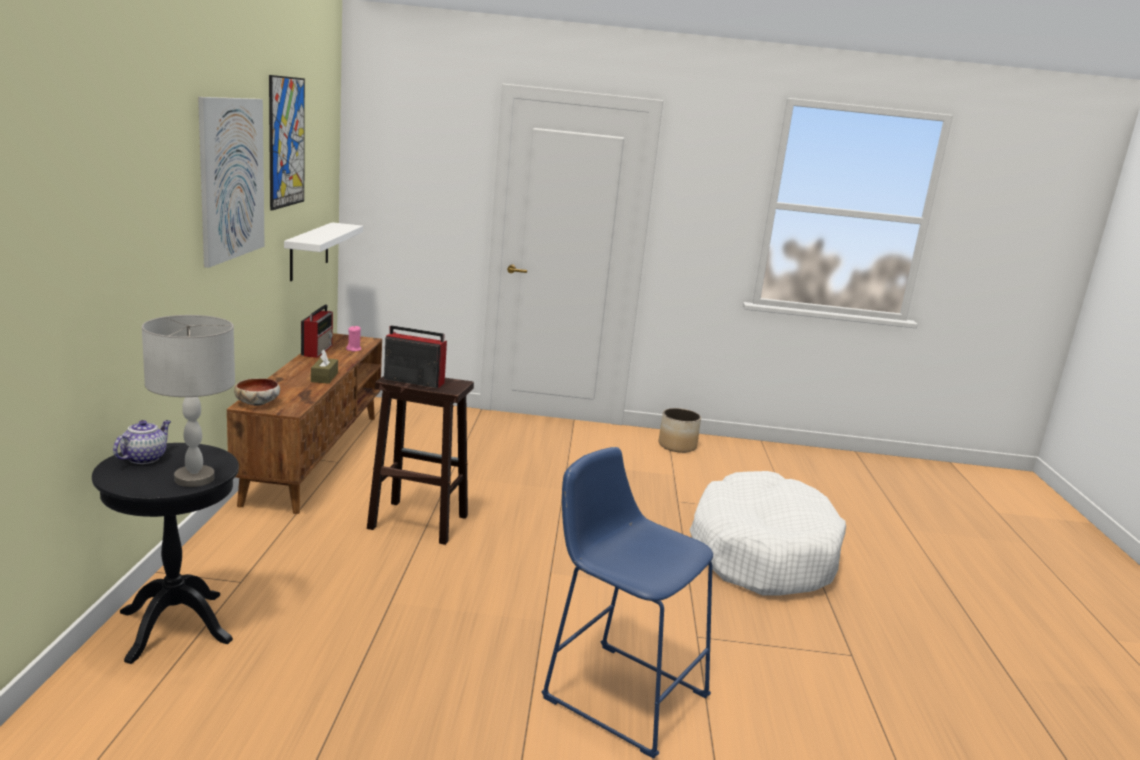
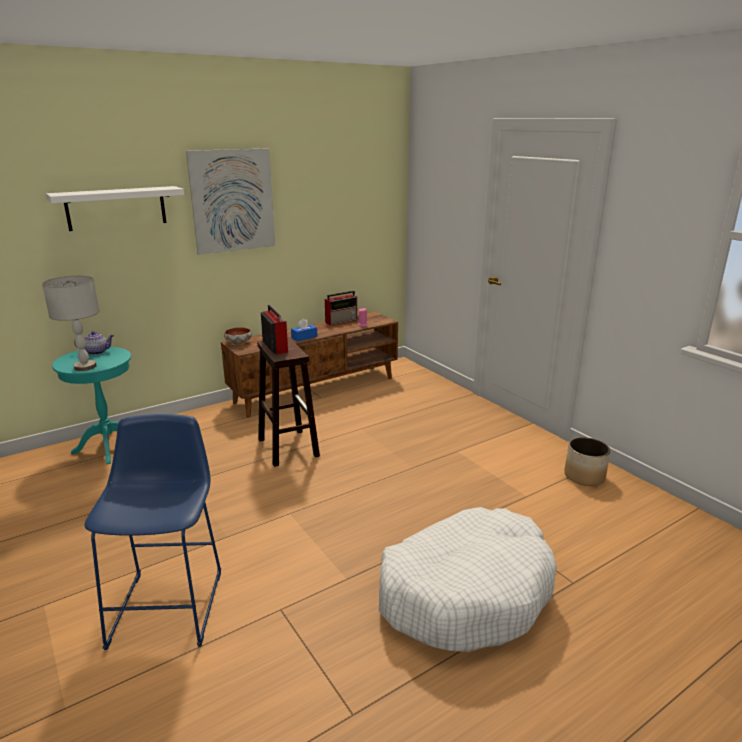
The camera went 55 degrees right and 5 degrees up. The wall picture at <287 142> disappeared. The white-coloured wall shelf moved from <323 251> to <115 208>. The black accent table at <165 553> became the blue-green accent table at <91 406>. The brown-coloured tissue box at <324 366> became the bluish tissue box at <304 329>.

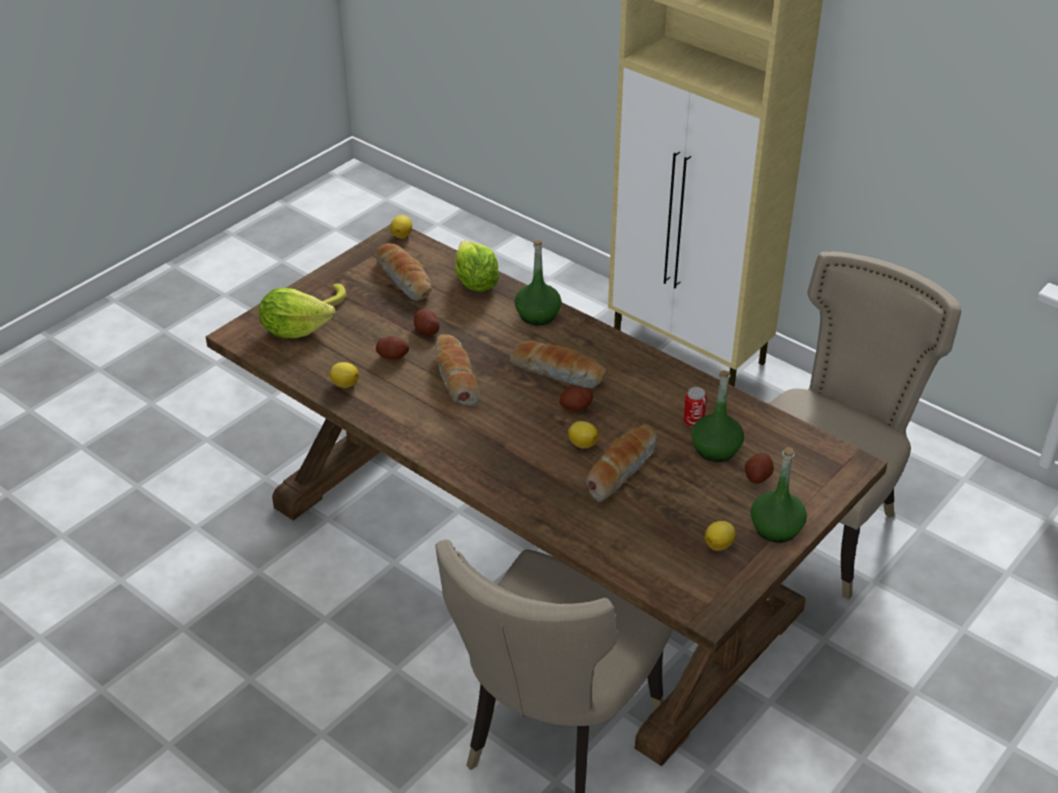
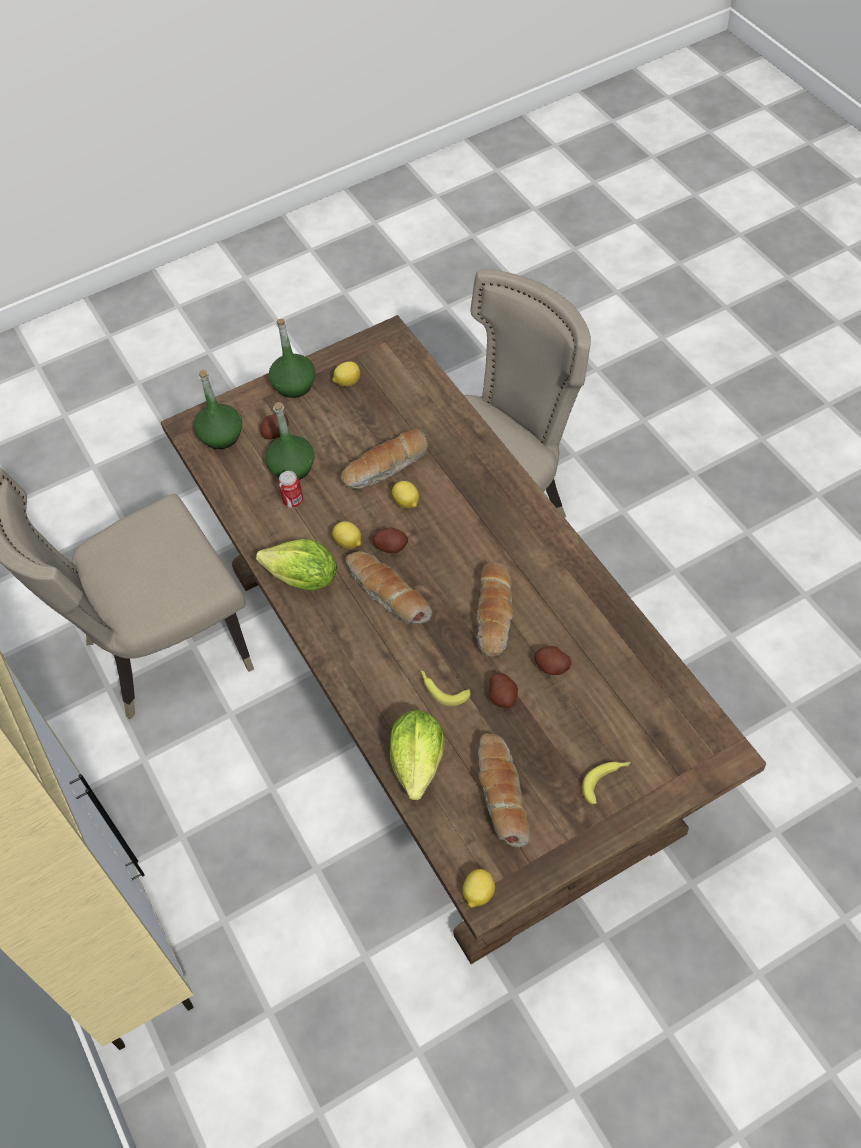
The camera went 155 degrees left and 15 degrees up. The banana fruit at <445 688> appeared. The head of lettuce moved from <297 313> to <296 565>. The lemon moved from <344 375> to <346 535>. The green-coloured beverage bottle moved from <537 283> to <218 409>.

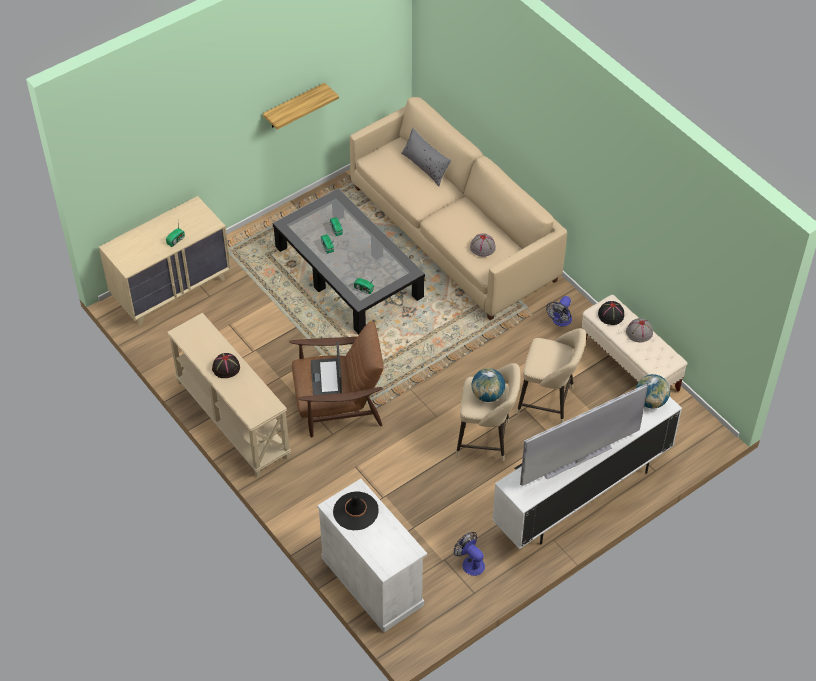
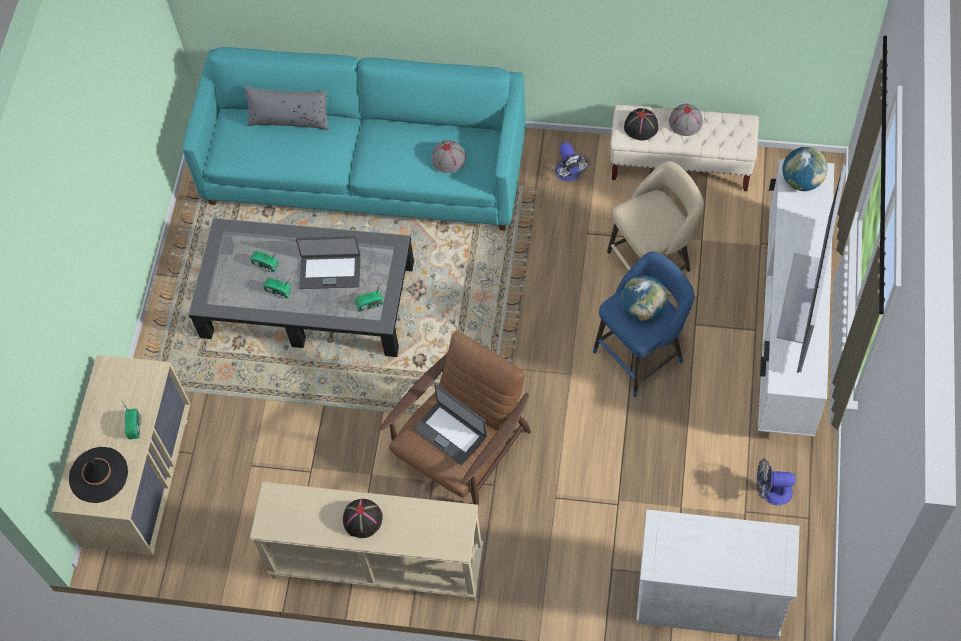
The camera went 40 degrees left and 10 degrees up. The wall shelf at <301 106> disappeared. The portable computer at <328 262> appeared. The black wearable hat moved from <356 511> to <98 475>. The sand-coloured settee at <458 209> became the blue-green settee at <354 138>. The sand-coloured stool at <488 412> became the bluish stool at <644 324>.

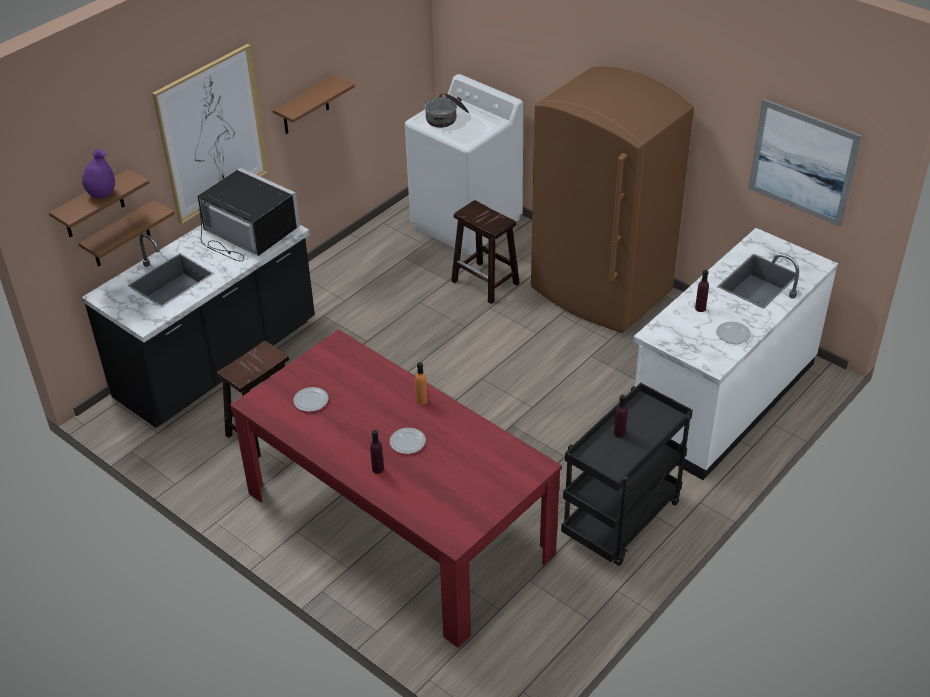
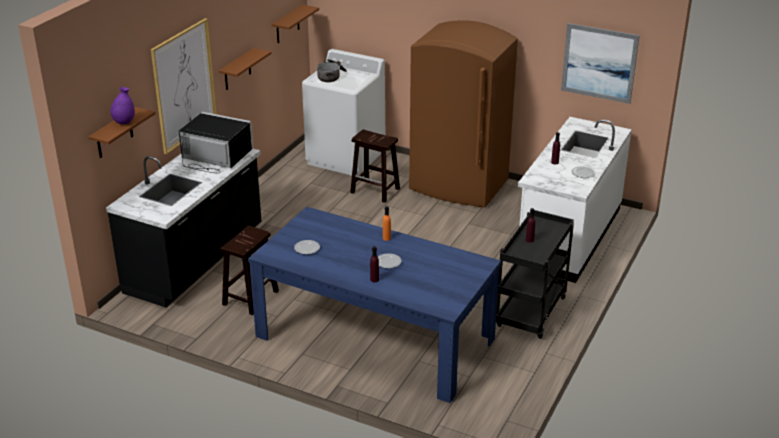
The camera went 15 degrees left and 10 degrees down. The brown-coloured wall shelf moved from <126 233> to <295 24>. The reddish dining table at <396 488> became the bluish dining table at <374 305>.

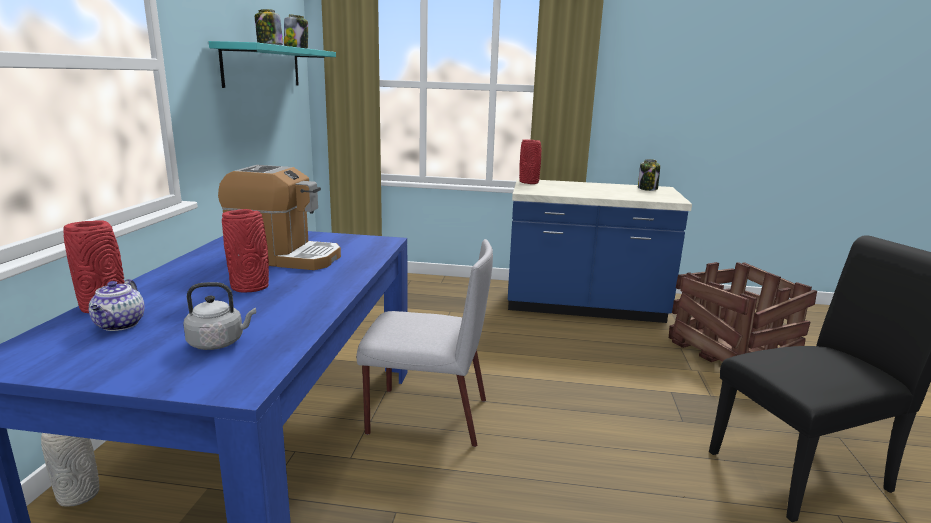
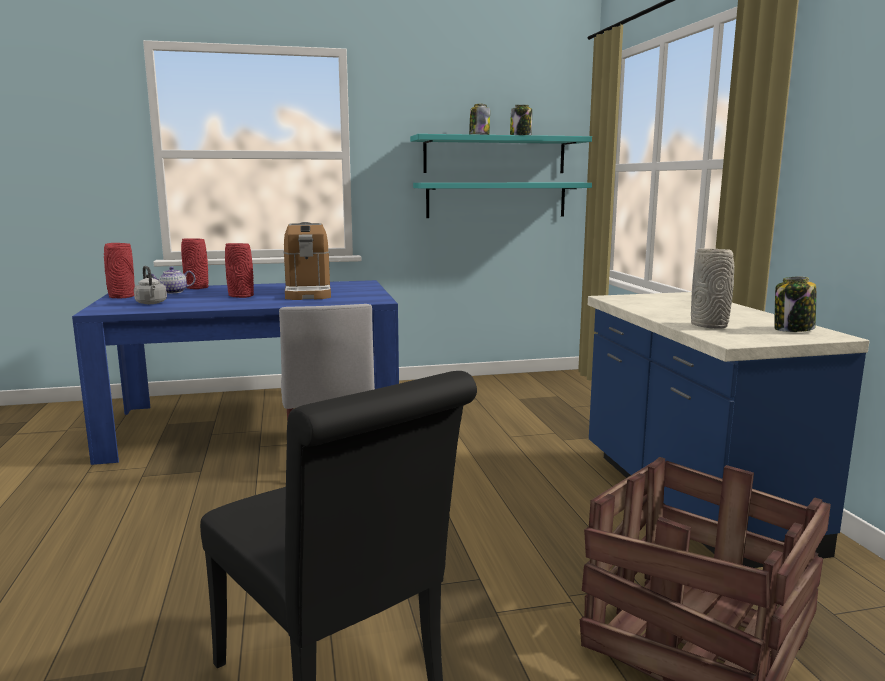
The camera went 70 degrees right and 5 degrees down. The blue-green wall shelf at <502 200> appeared. The gray decorative vase moved from <70 470> to <712 288>. The reddish decorative vase moved from <530 161> to <119 271>.

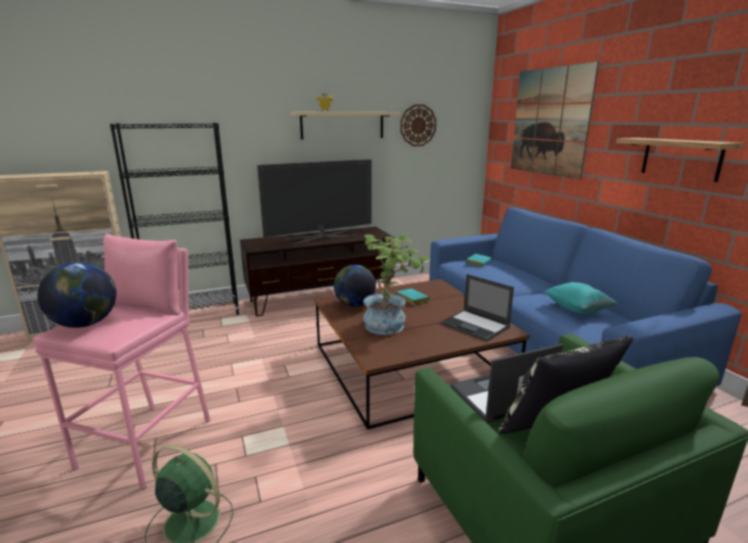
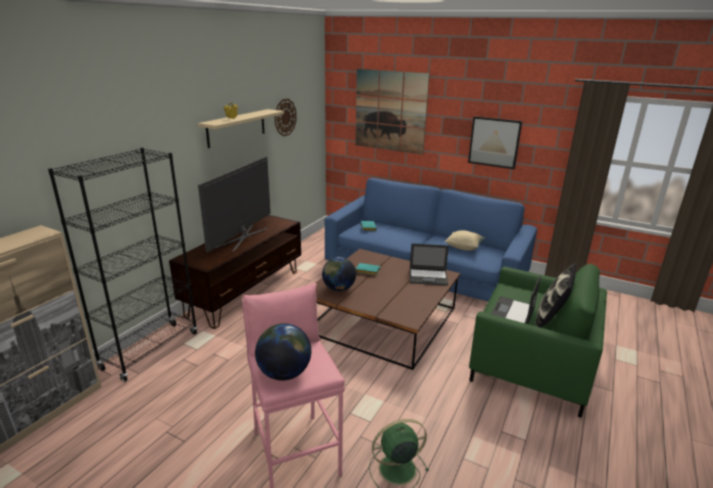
The camera went 40 degrees left and 5 degrees up. The houseplant at <397 284> disappeared. The wall shelf at <680 160> was replaced by the wall picture at <495 142>. The blue-green cushion at <581 298> became the sand-coloured cushion at <465 240>.

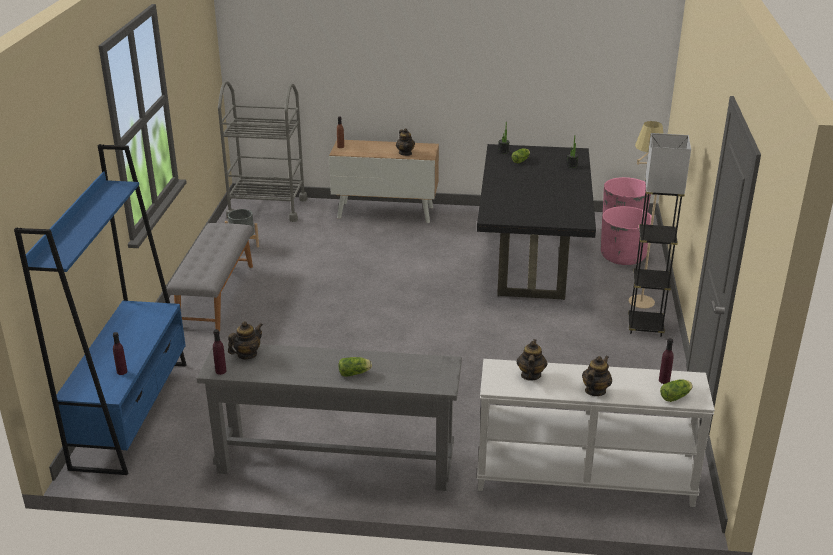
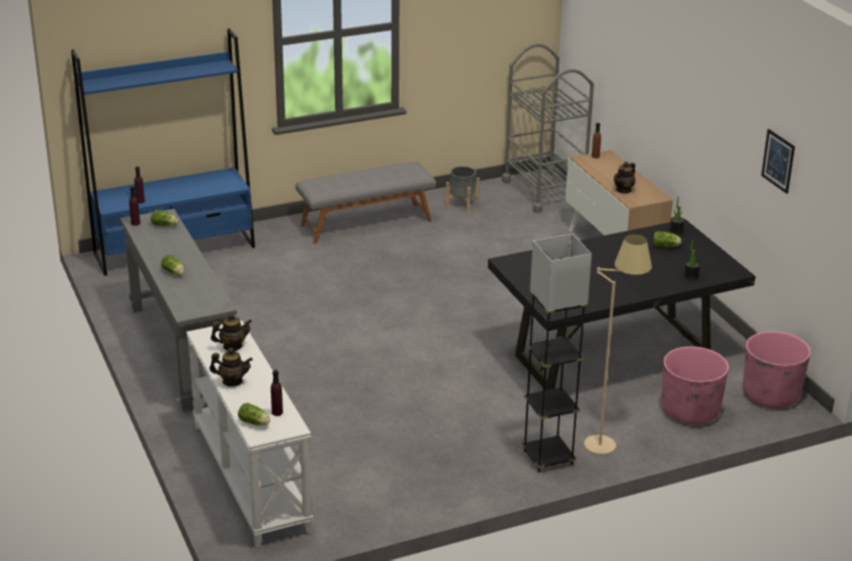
The camera went 60 degrees right and 0 degrees up. The wall picture at <778 161> appeared. The tea pot at <245 340> was replaced by the head of lettuce at <164 218>.

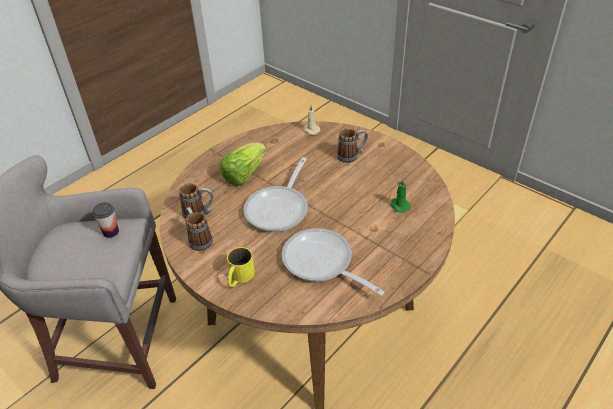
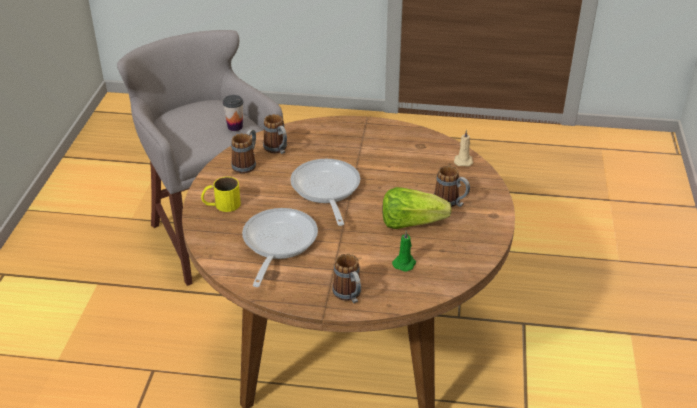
The camera went 55 degrees right and 5 degrees down. The mug at <346 278> appeared. The head of lettuce moved from <243 164> to <417 208>. The frying pan at <276 194> turned 90 degrees clockwise.

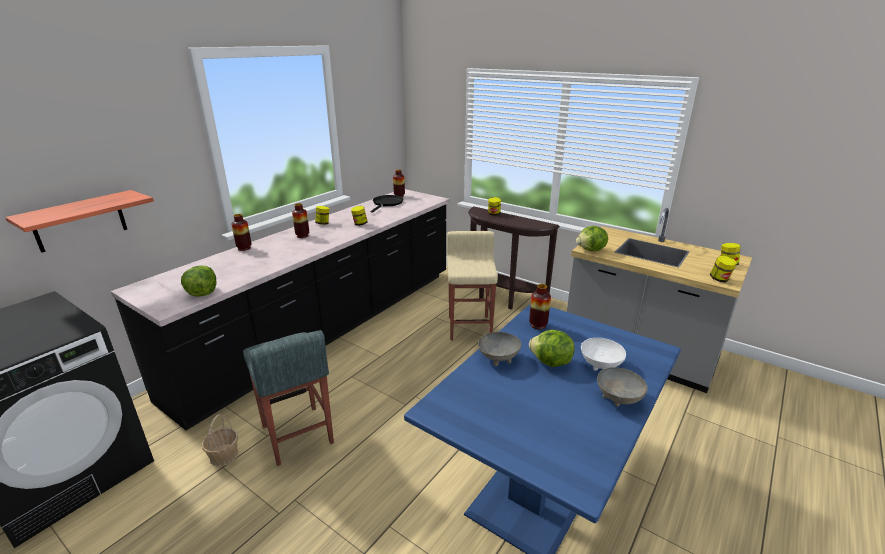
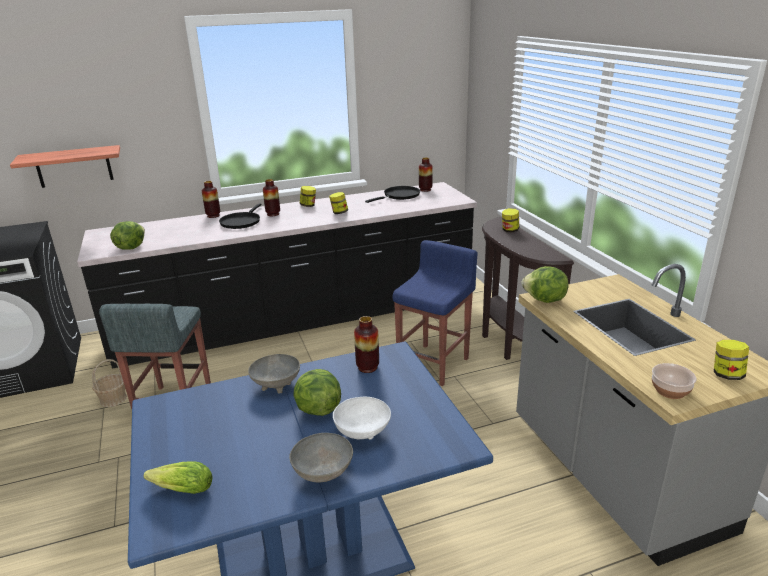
The camera went 35 degrees right and 0 degrees up. The head of lettuce at <178 477> appeared. The black frying pan at <240 216> appeared. The jar at <723 269> was replaced by the serving bowl at <674 381>. The sand-coloured stool at <472 285> became the bluish stool at <435 313>.

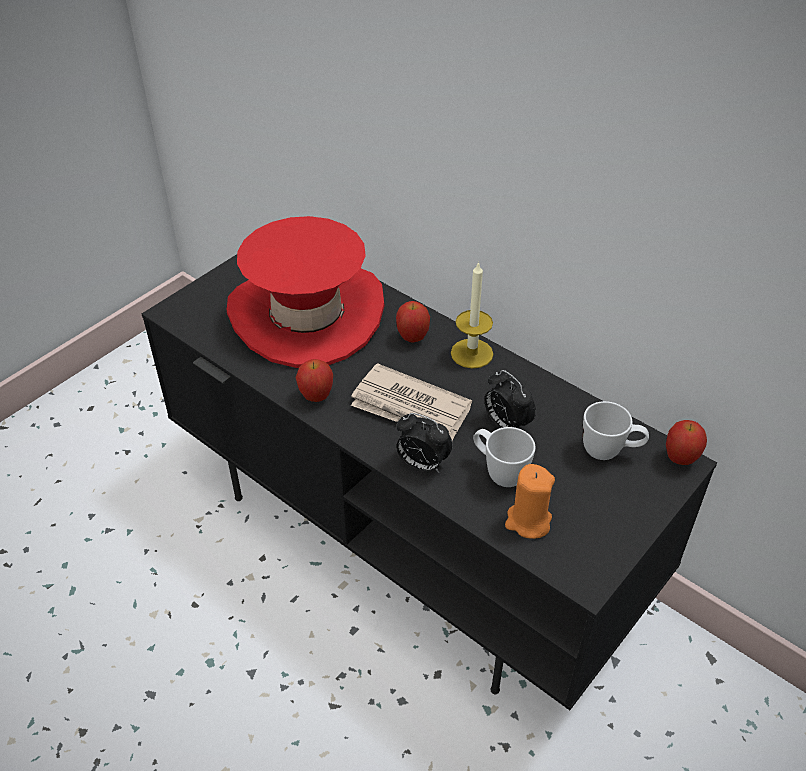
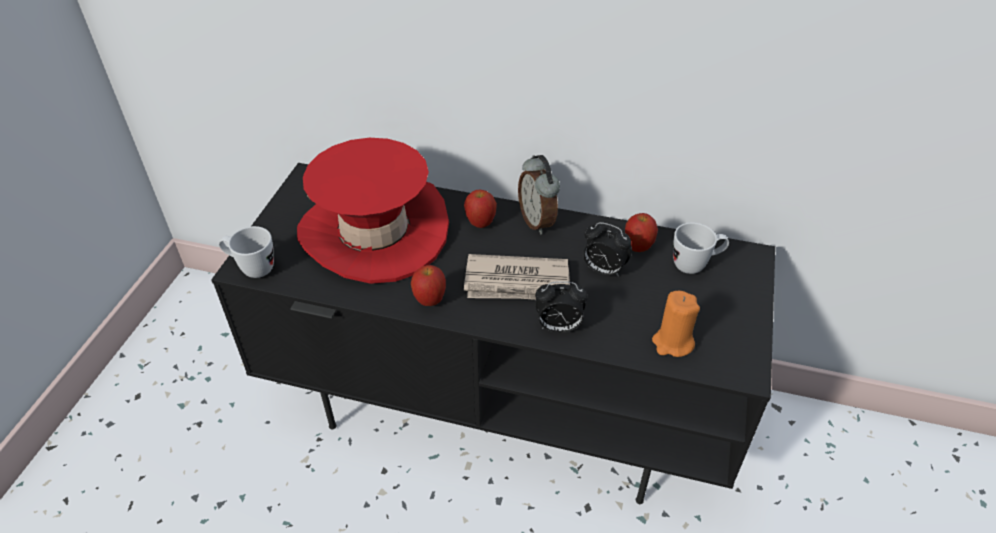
The camera went 25 degrees left and 0 degrees up. The white-coloured mug moved from <504 457> to <246 252>. The whole apple moved from <686 442> to <641 232>. The wax candle at <472 314> was replaced by the table clock at <539 194>.

